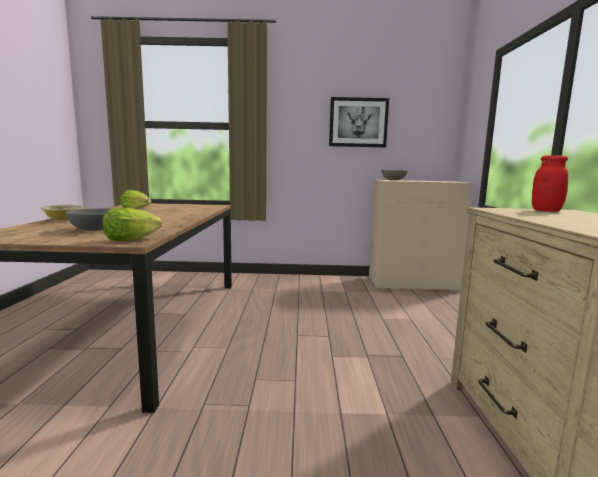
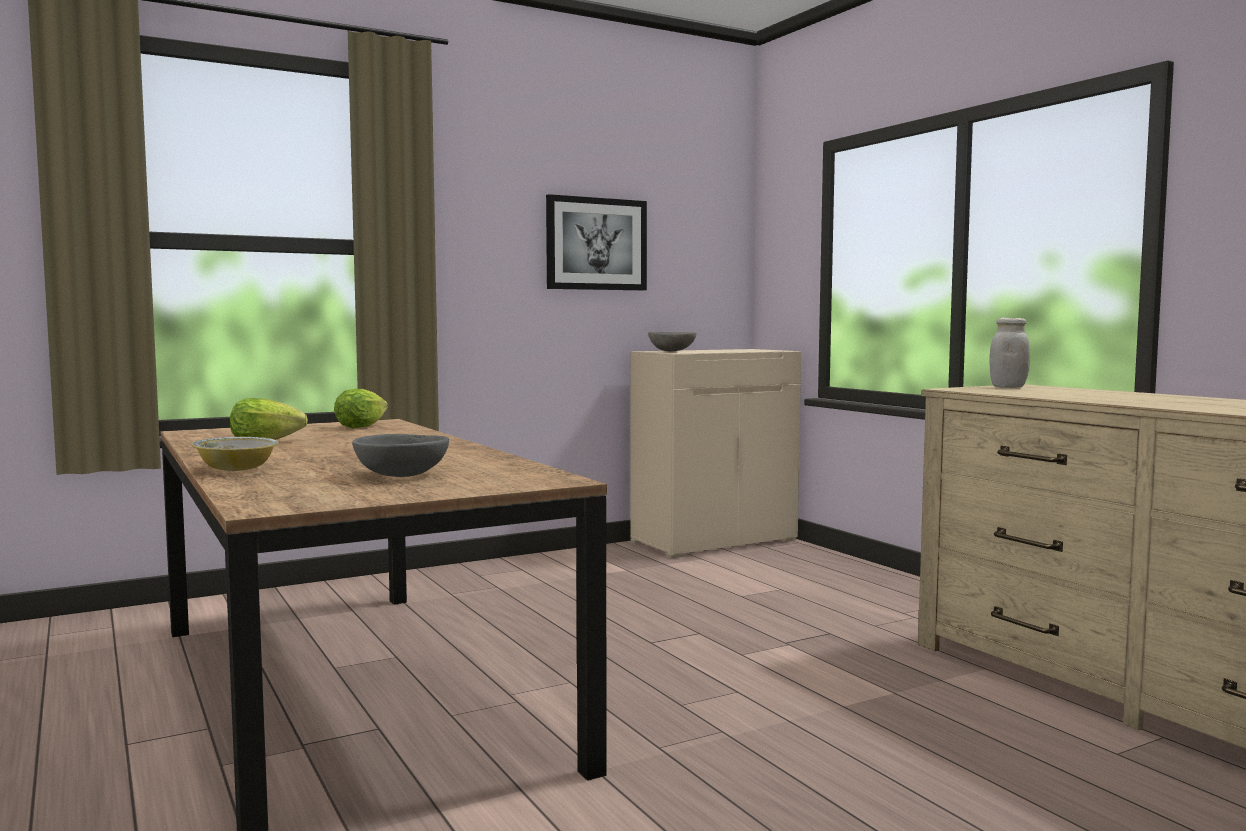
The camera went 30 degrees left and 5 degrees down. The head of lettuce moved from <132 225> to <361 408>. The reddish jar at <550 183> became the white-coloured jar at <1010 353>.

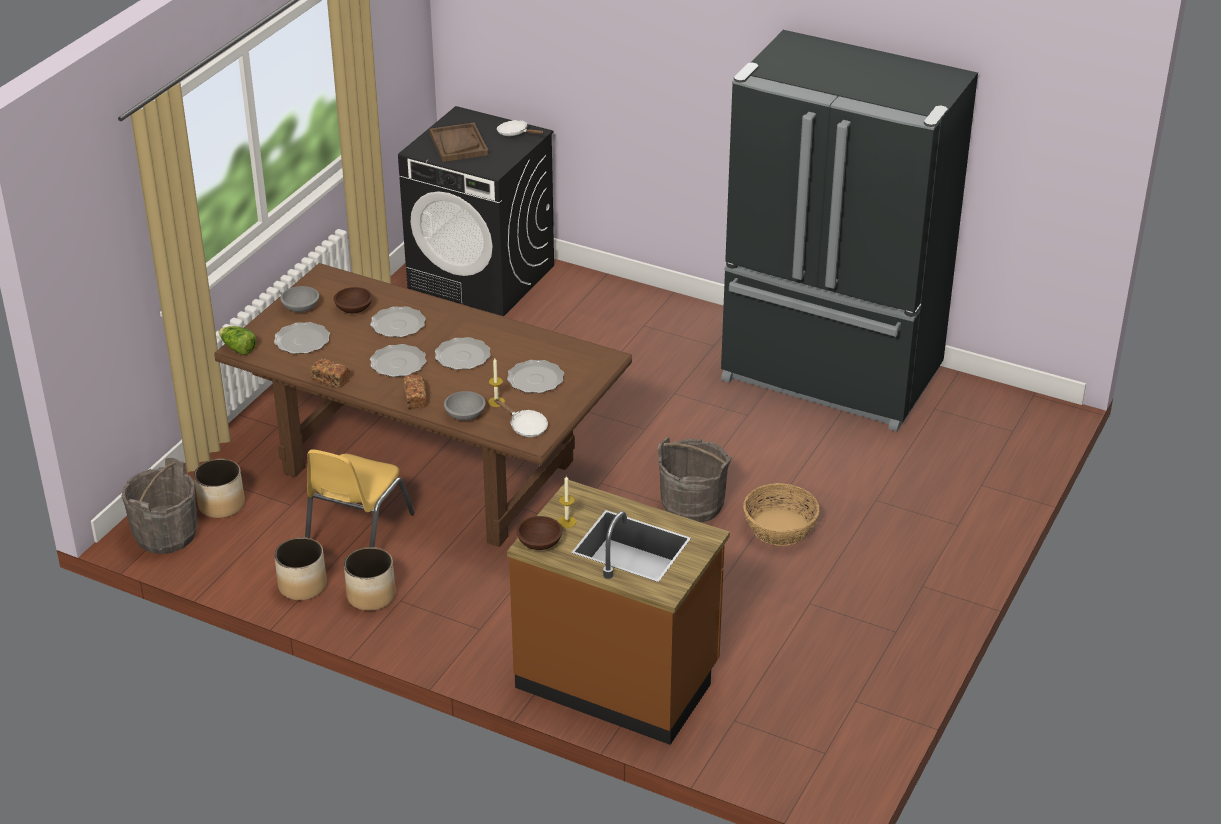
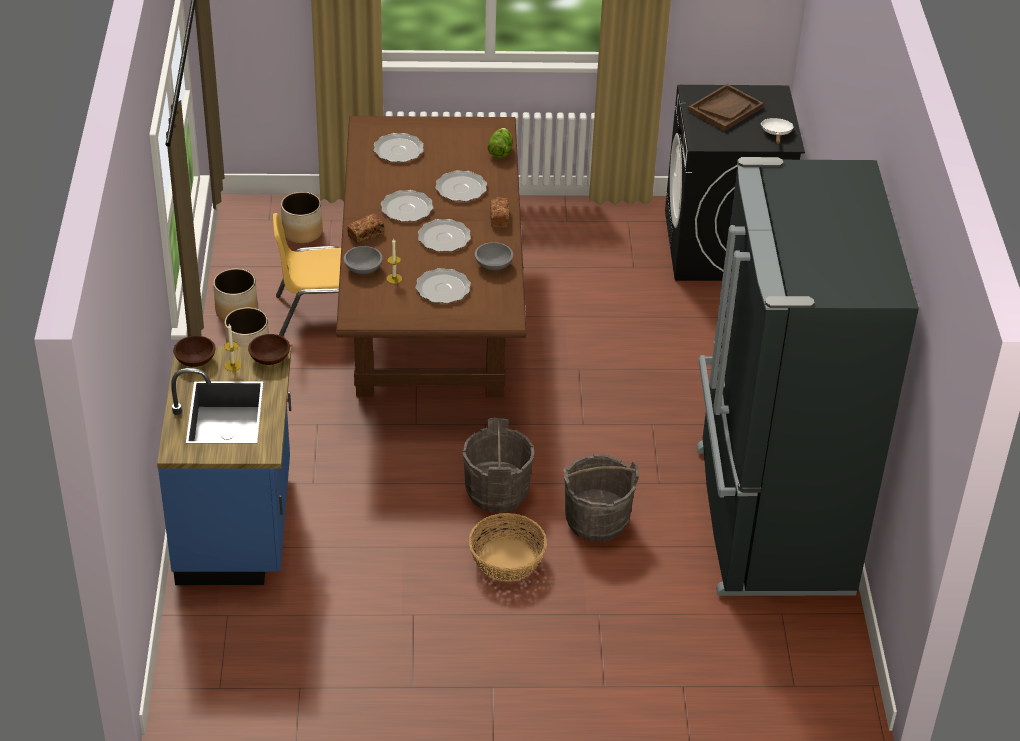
The camera went 60 degrees right and 5 degrees up. The white-coloured frying pan at <521 418> disappeared. The gray pail moved from <160 506> to <601 498>. The head of lettuce moved from <238 340> to <500 143>. The gray serving bowl moved from <299 299> to <494 256>. The baked bread moved from <330 373> to <499 212>. The brown-coloured serving bowl moved from <353 300> to <269 349>. The brown-coloured counter at <618 612> became the bluish counter at <224 466>.

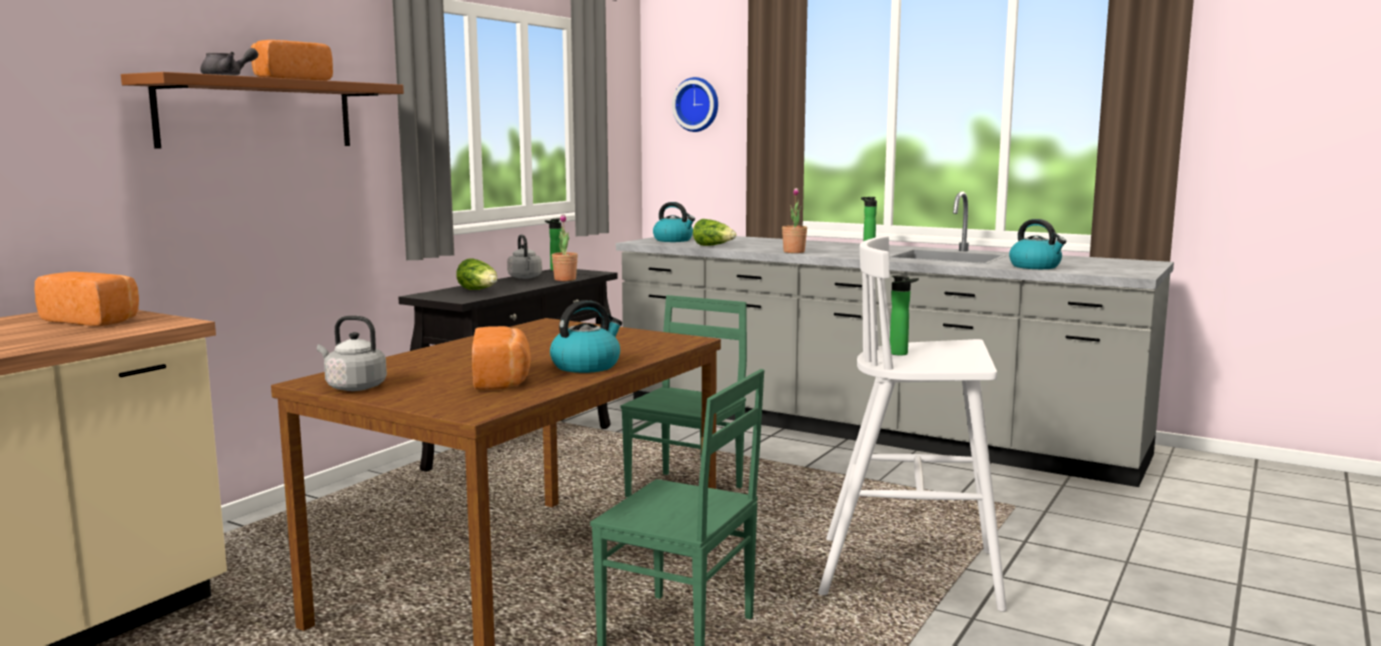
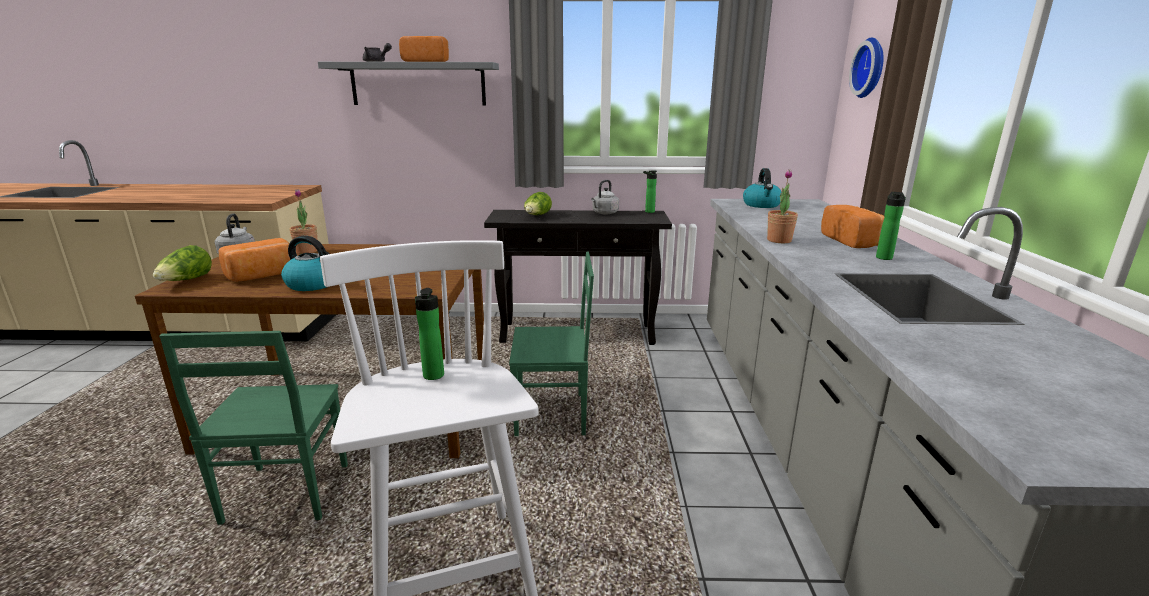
The camera went 60 degrees right and 10 degrees up. The tea kettle at <1038 244> disappeared. The baked bread moved from <87 299> to <852 226>. The houseplant moved from <565 247> to <303 221>. The head of lettuce moved from <714 232> to <182 263>. The brown-coloured wall shelf at <262 110> became the gray wall shelf at <408 83>.

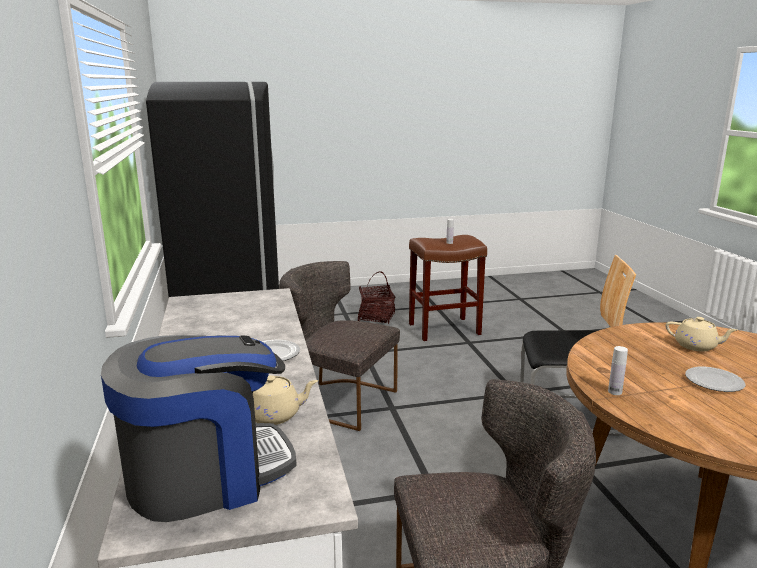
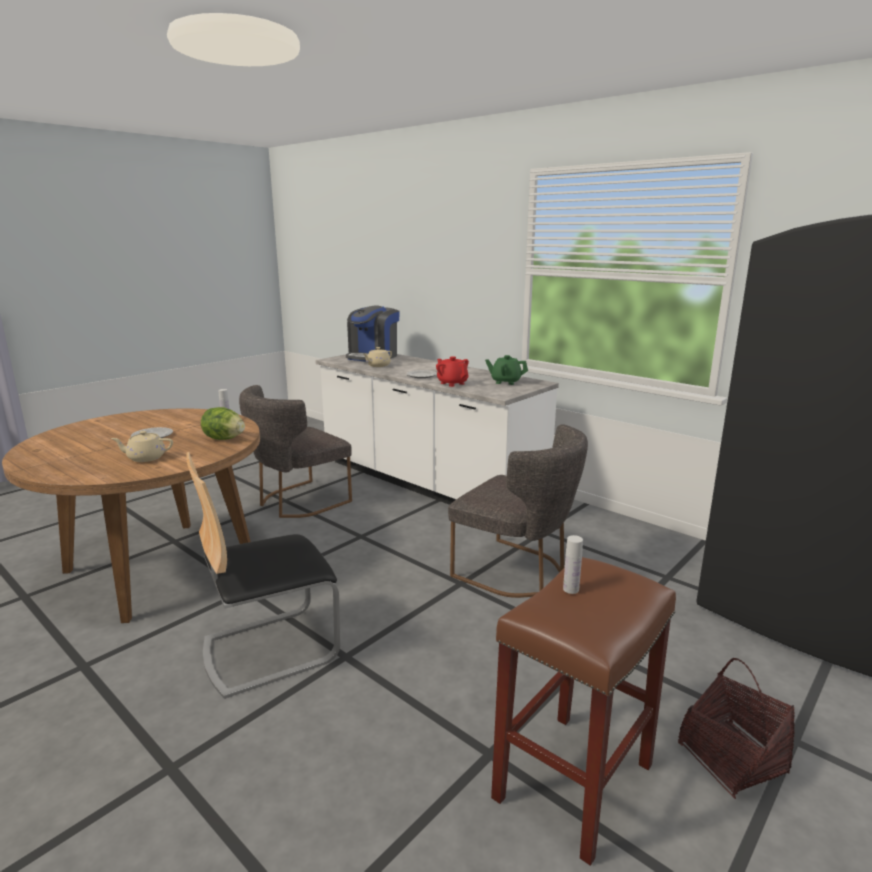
The camera went 145 degrees right and 0 degrees up. The head of lettuce at <223 423> appeared. The reddish tea pot at <452 371> appeared. The green-coloured tea pot at <506 370> appeared. The gray plain chair at <339 346> turned 45 degrees clockwise.

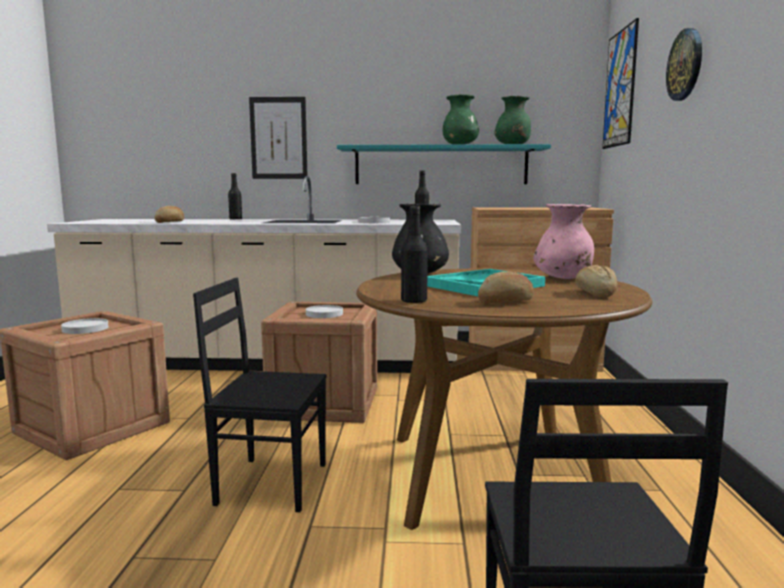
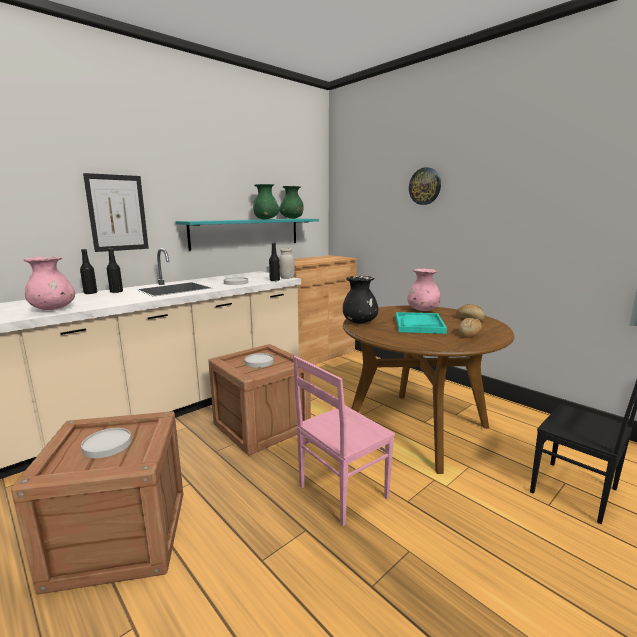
The camera went 45 degrees left and 5 degrees up. The wall picture at <620 83> disappeared. The white-coloured jar at <287 263> appeared. The black beverage bottle moved from <414 254> to <115 270>. The baked bread at <169 214> was replaced by the pinkish decorative vase at <49 283>. The black plain chair at <259 395> became the pinkish plain chair at <344 441>.

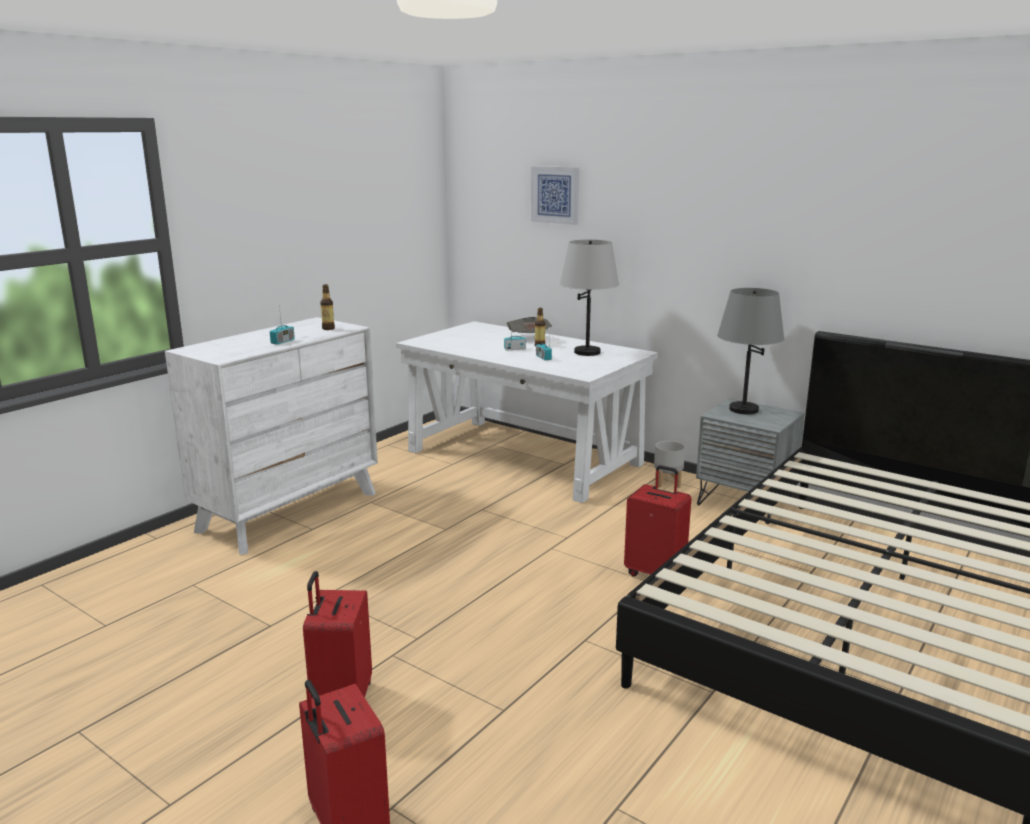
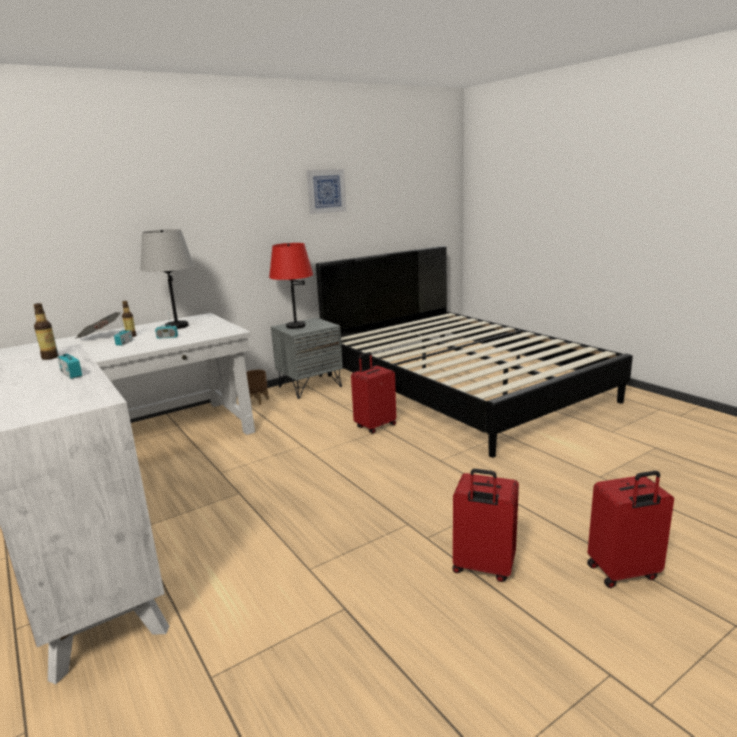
The camera went 70 degrees left and 0 degrees up. The wall picture moved from <555 195> to <326 191>. The gray planter at <669 464> became the brown-coloured planter at <257 387>. The gray table lamp at <750 351> became the reddish table lamp at <291 286>.

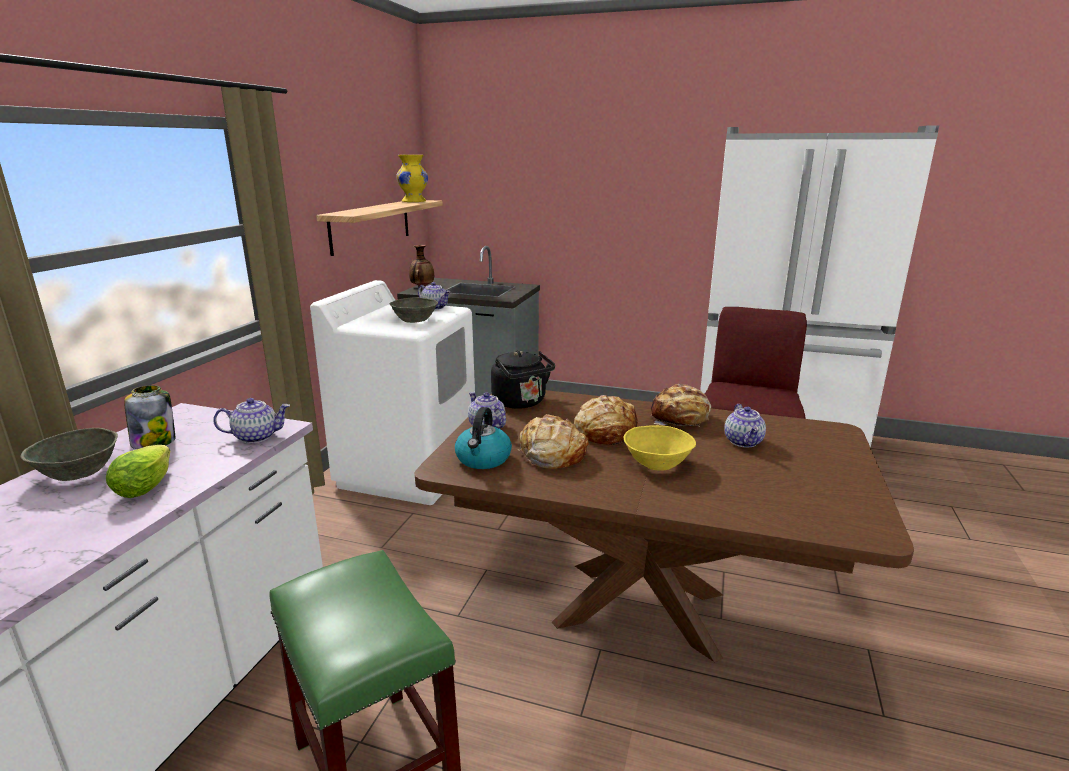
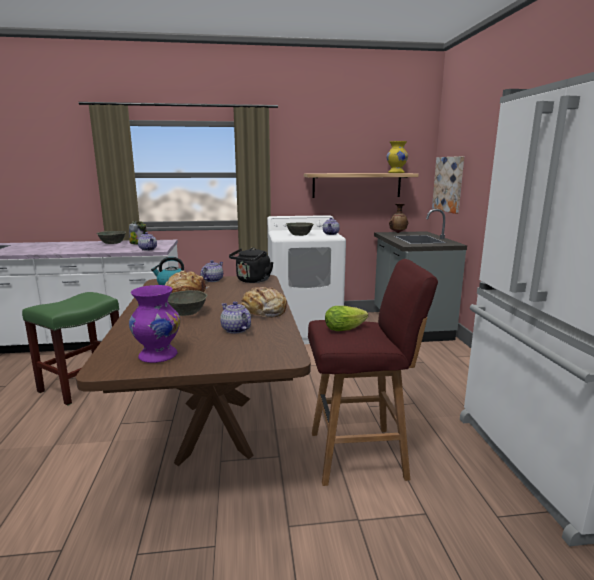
The camera went 65 degrees right and 5 degrees down. The baked bread at <606 420> disappeared. The purple-coloured decorative vase at <154 324> appeared. The wall picture at <448 185> appeared. The head of lettuce moved from <138 471> to <346 318>. The yellow serving bowl at <660 448> became the gray serving bowl at <188 303>. The tea pot at <745 425> turned 75 degrees clockwise.

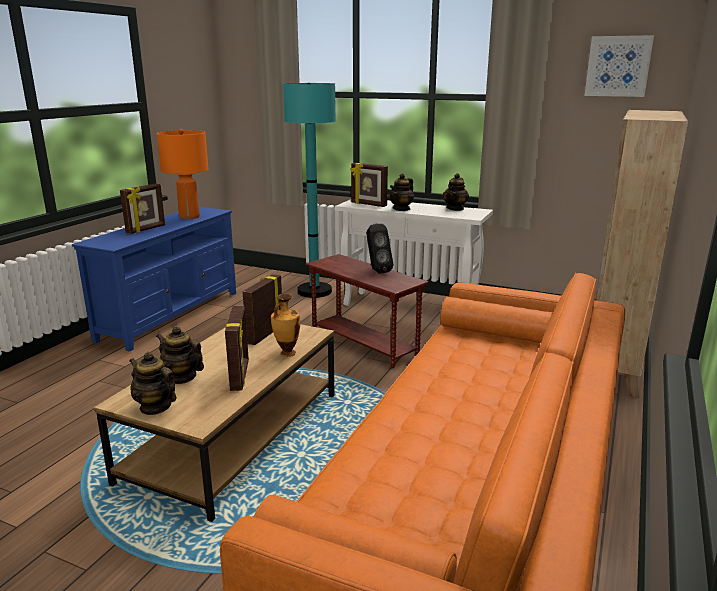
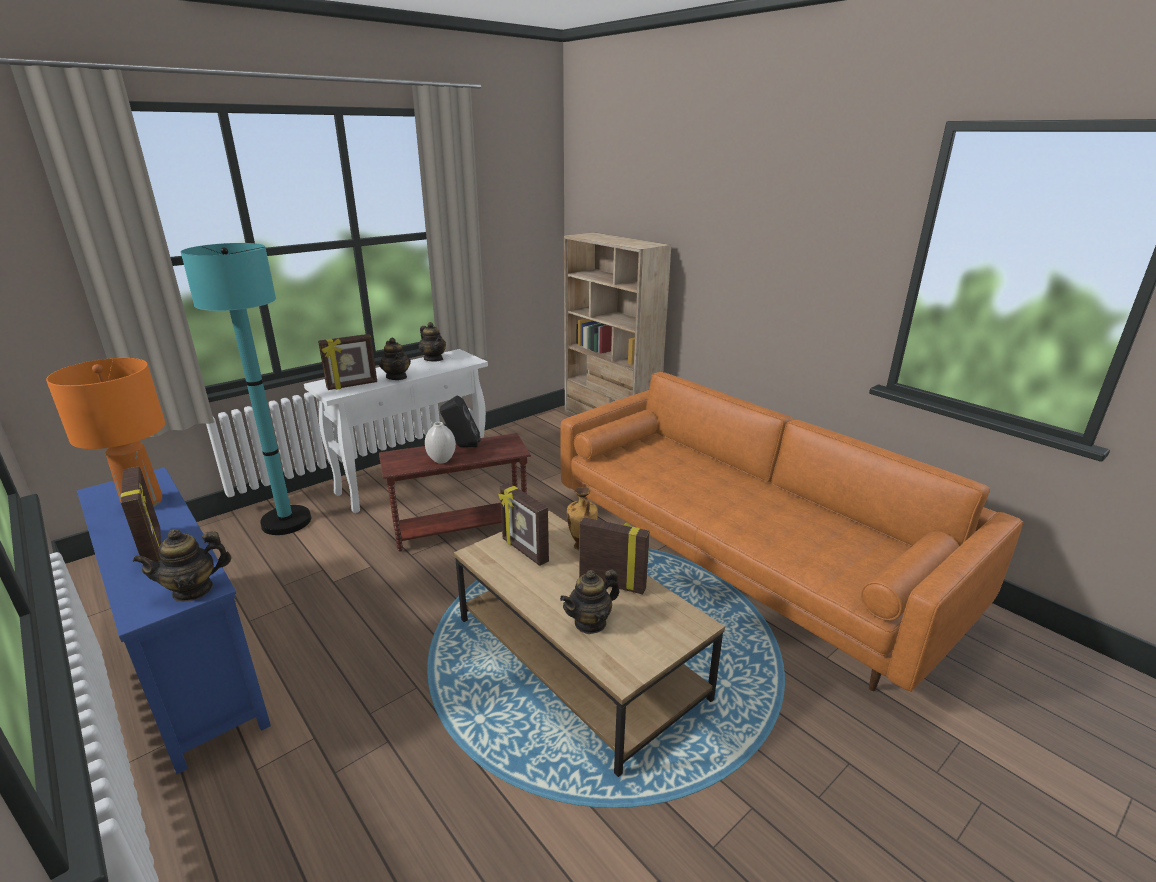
The camera went 65 degrees left and 5 degrees up. The wall picture at <619 66> disappeared. The white-coloured decorative vase at <440 443> appeared. The tea pot moved from <152 383> to <182 565>.

